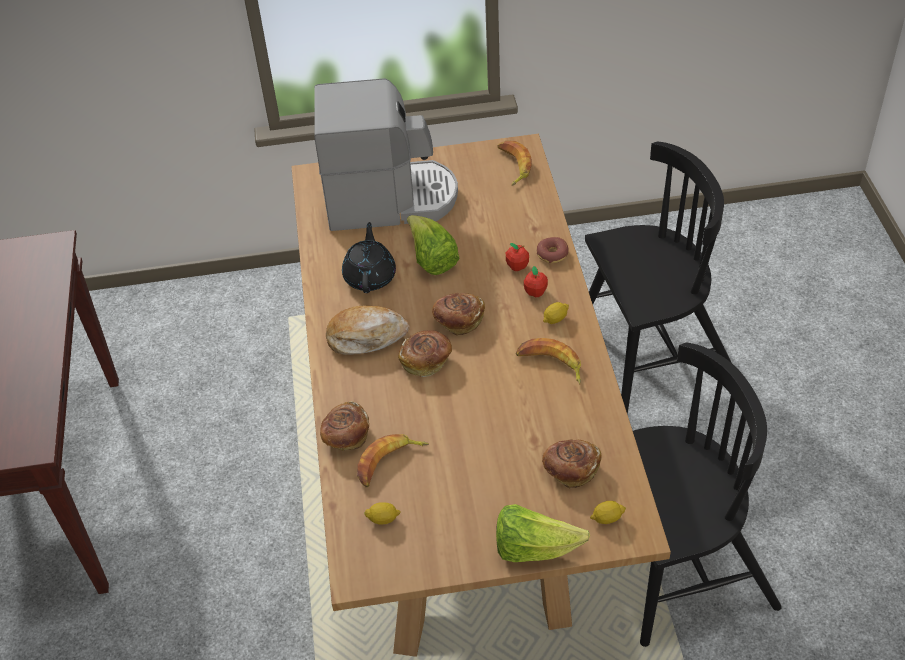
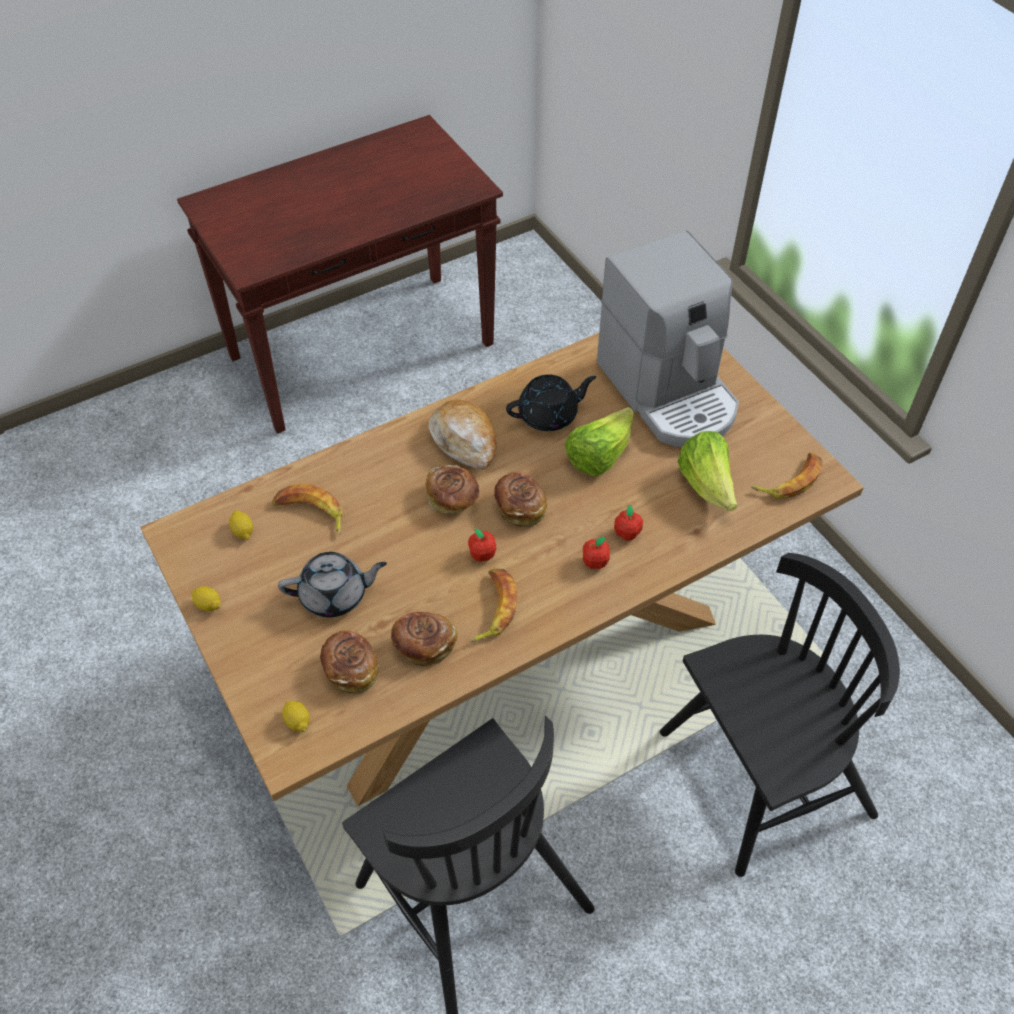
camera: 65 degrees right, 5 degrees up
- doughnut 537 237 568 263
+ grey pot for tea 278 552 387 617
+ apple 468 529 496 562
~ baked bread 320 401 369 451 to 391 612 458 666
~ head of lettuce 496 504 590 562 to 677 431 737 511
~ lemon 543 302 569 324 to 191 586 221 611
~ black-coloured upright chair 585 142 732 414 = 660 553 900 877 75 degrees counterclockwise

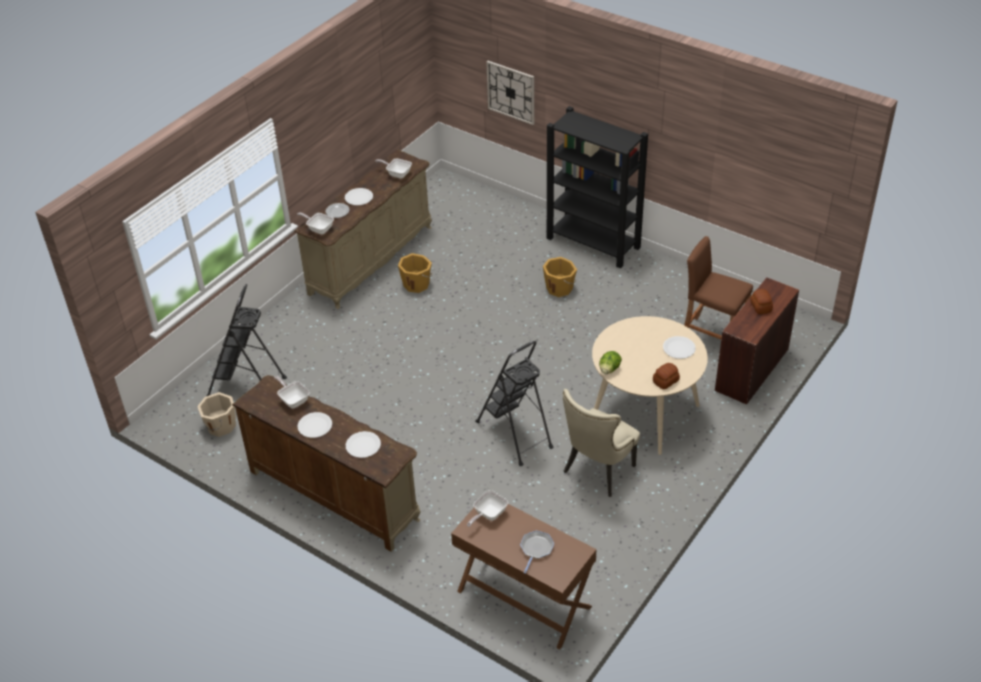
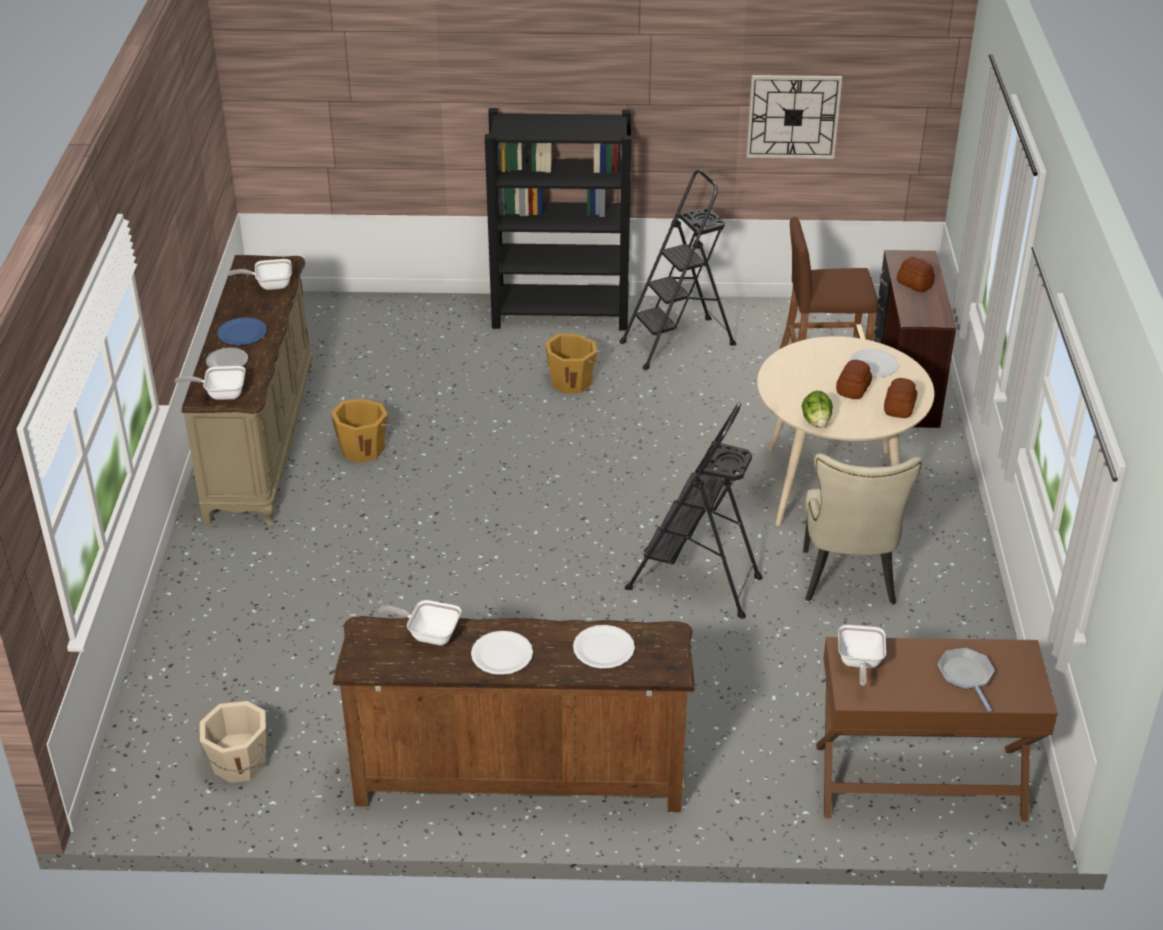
camera: 35 degrees left, 5 degrees down
+ baked bread 836 360 872 399
~ stepladder 206 284 287 396 to 619 170 736 370
~ clock on the wall 486 61 534 125 to 746 75 842 159
~ white-coloured flat dish 345 188 373 205 to blue flat dish 217 317 267 345

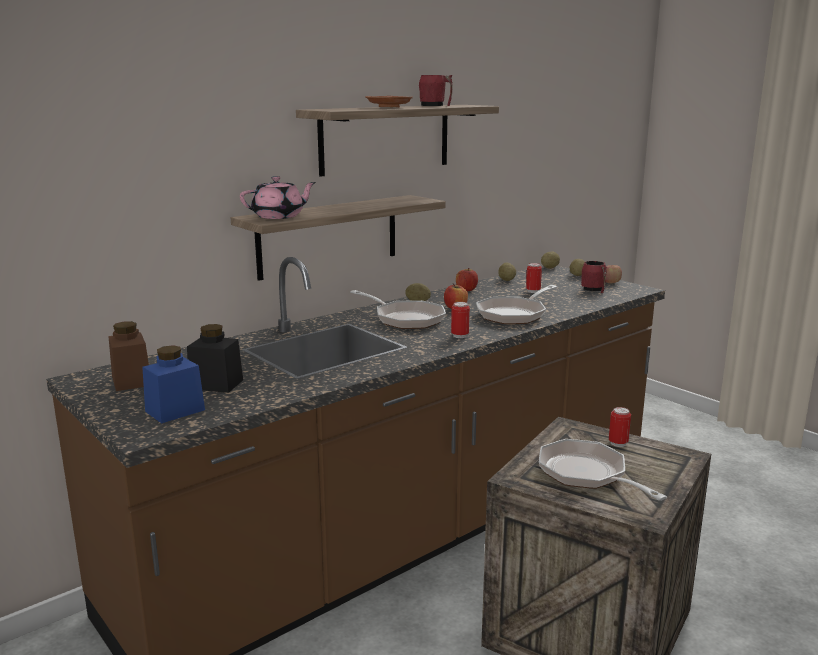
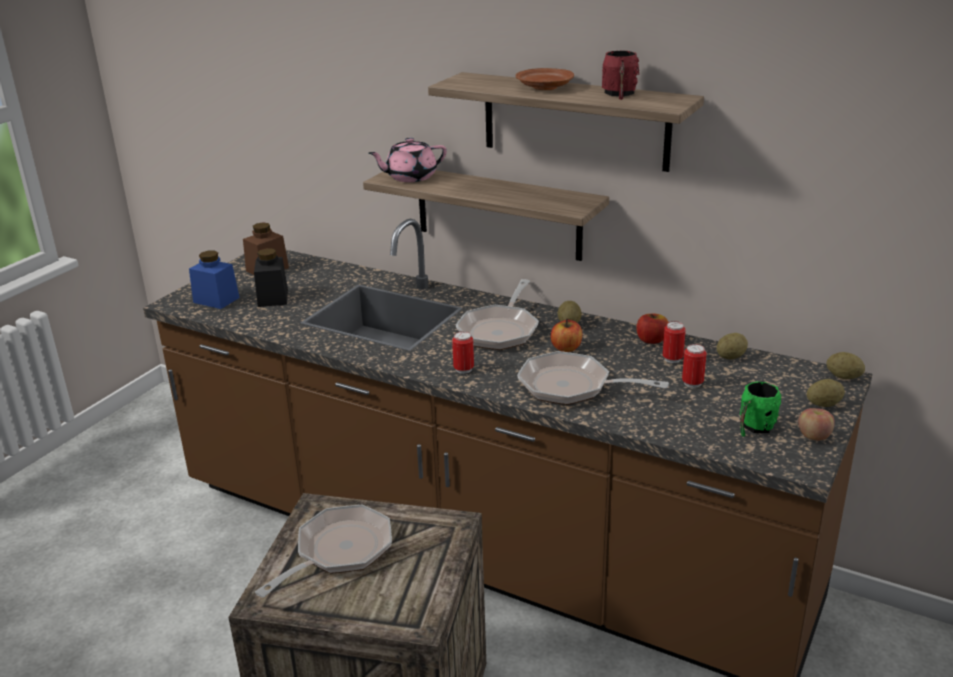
camera: 70 degrees right, 10 degrees up
~ sealed can 609 407 631 447 to 663 321 686 363
~ red mug 581 261 607 293 to green-coloured mug 740 382 781 437
~ pink pot for tea 240 176 316 219 = 368 138 447 182 120 degrees clockwise

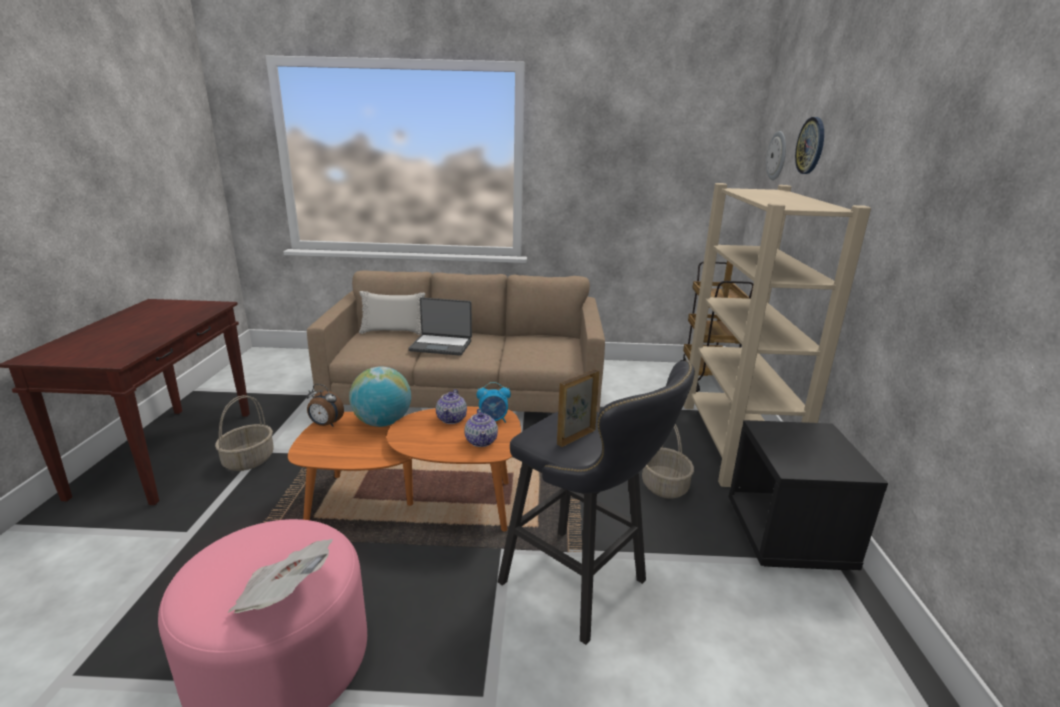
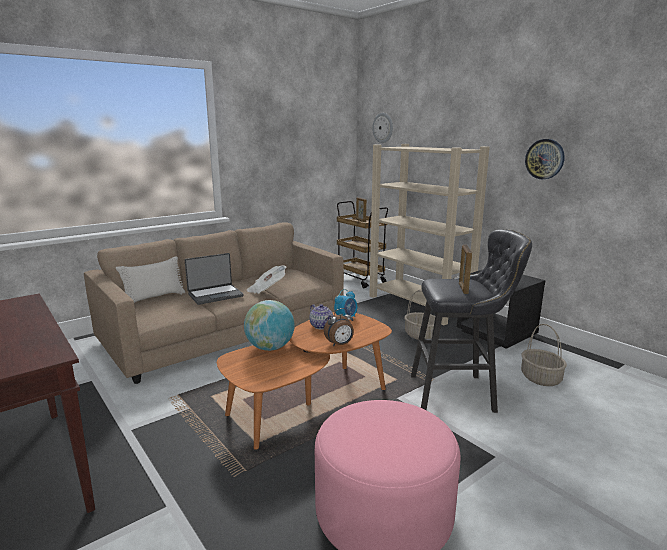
camera: 40 degrees left, 5 degrees down
- pot for tea 464 409 498 447
~ storage basket 215 395 274 471 to 521 324 567 386
~ newspaper 227 539 333 613 to 246 265 287 294
~ alarm clock 306 384 344 427 to 324 308 354 347
~ clock on the wall 795 117 824 174 to 525 139 565 179

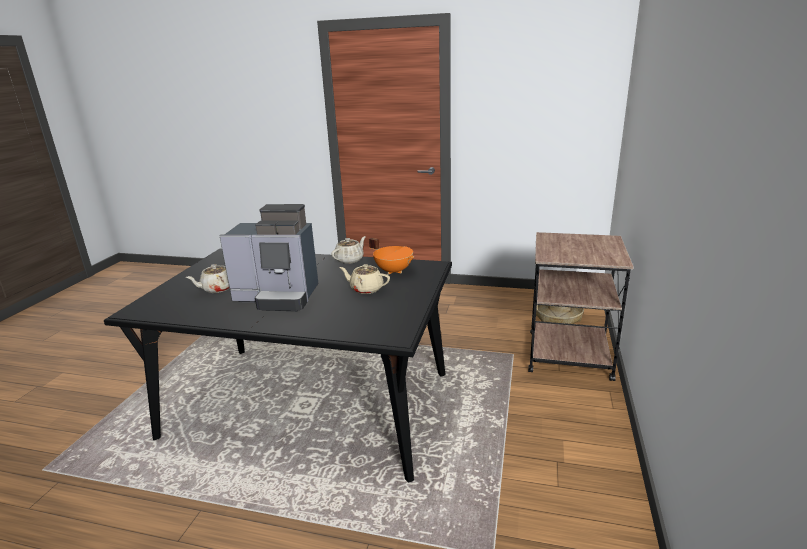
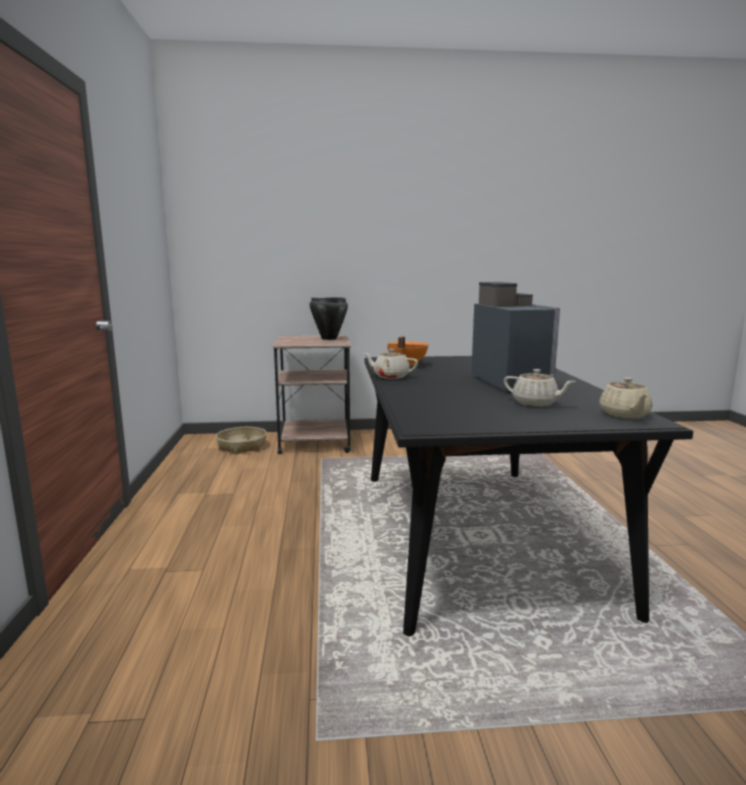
camera: 110 degrees left, 10 degrees down
+ black-coloured saucepot 310 297 348 340
~ sand-coloured pot for tea 339 264 390 294 to 599 377 652 419

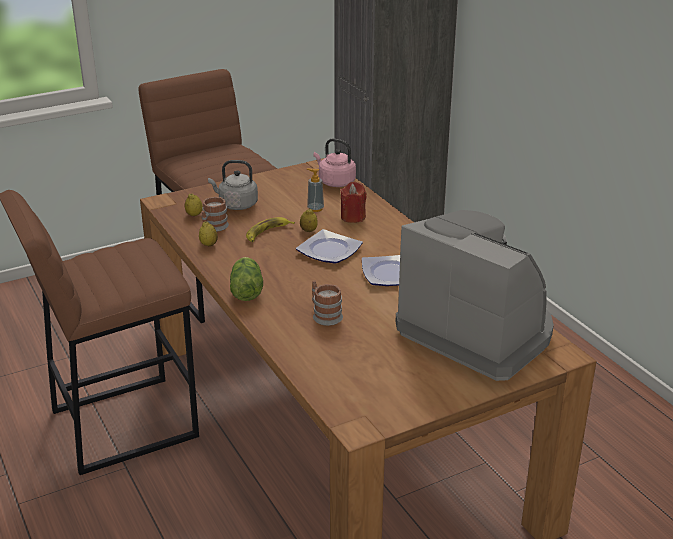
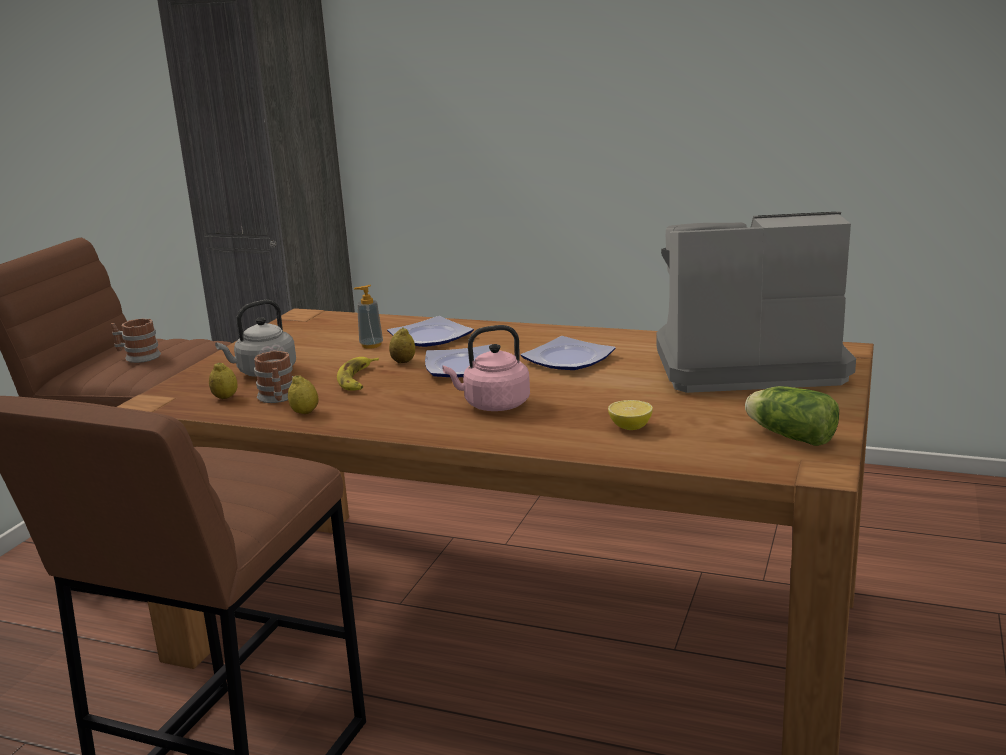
camera: 40 degrees left, 10 degrees down
+ lemon 608 400 653 430
~ head of lettuce 230 257 263 301 to 745 386 839 446
~ mug 312 280 343 326 to 111 318 161 363
~ pink kettle 313 138 356 187 to 442 325 530 411
~ red wax light 340 182 366 223 to flat dish 387 316 474 347

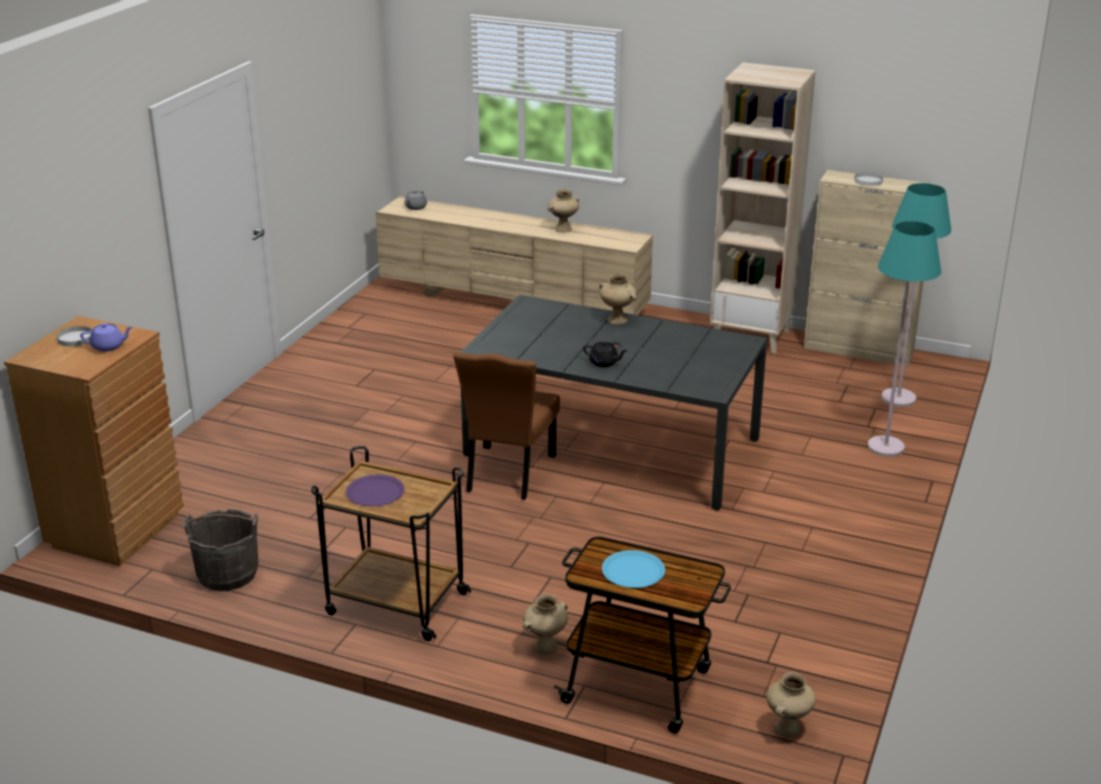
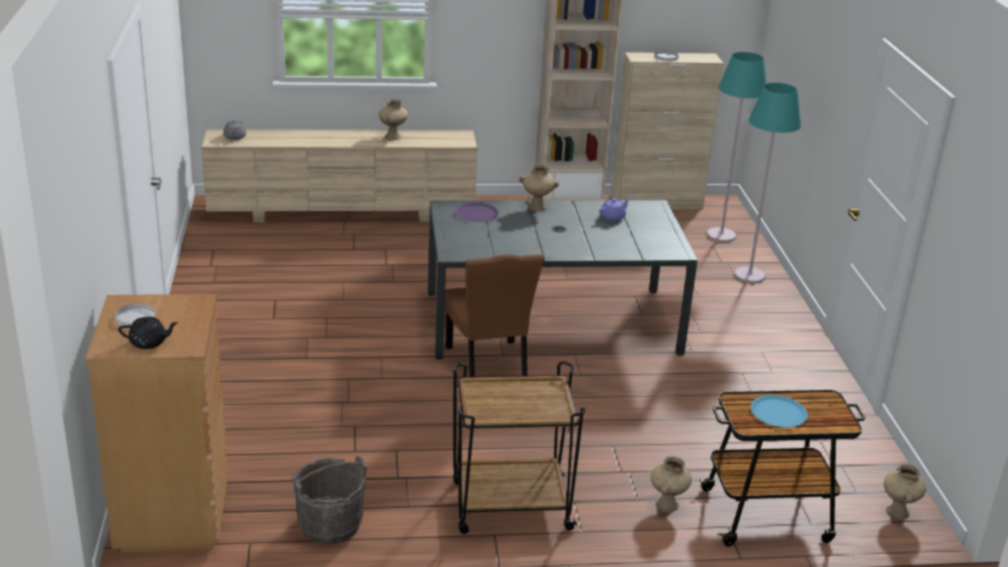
camera: 30 degrees left, 0 degrees up
~ purple-coloured pot for tea 80 323 133 351 to 599 198 630 221
~ purple-coloured flat dish 346 475 405 506 to 455 202 499 222
~ black-coloured pot for tea 583 342 627 367 to 118 317 178 349

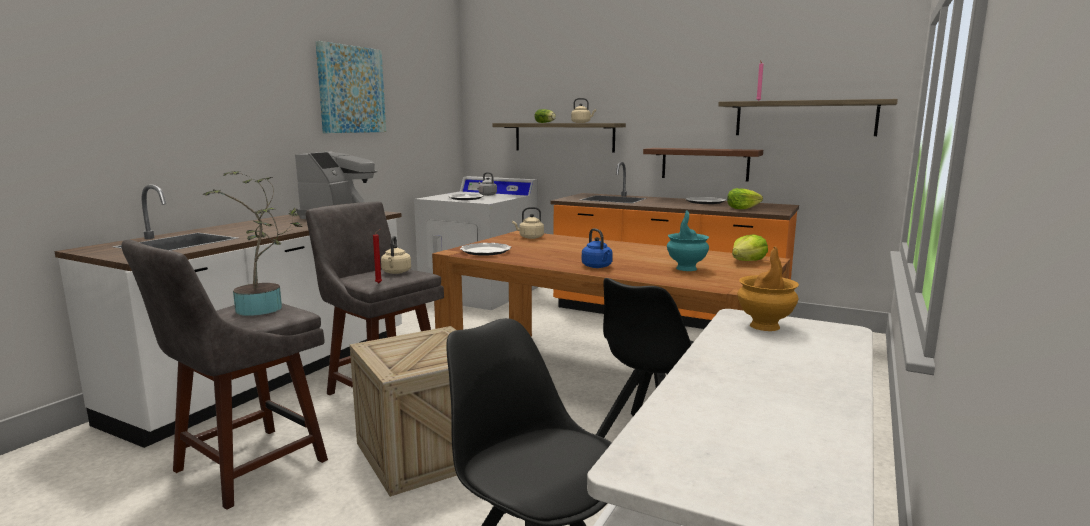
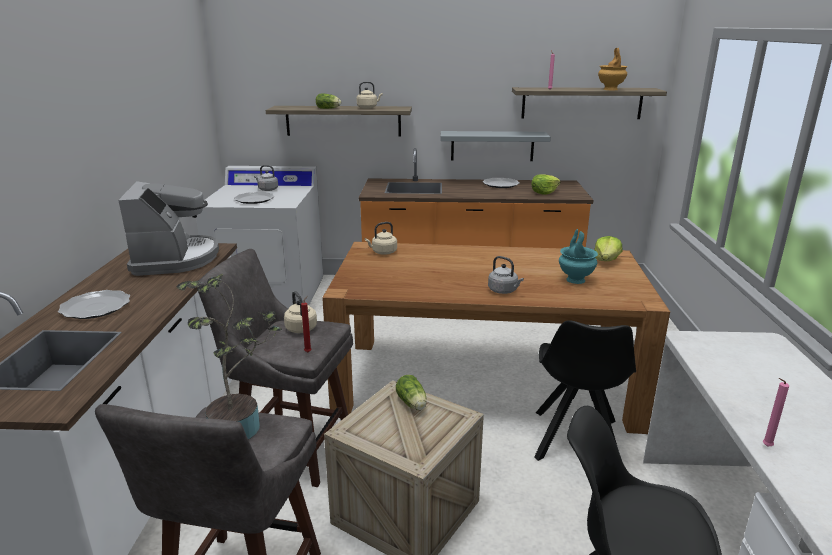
camera: 25 degrees left, 10 degrees up
- wall picture 316 41 386 133
+ head of lettuce 396 375 427 410
+ pink wax light 763 378 789 447
~ flat dish 460 243 511 256 to 58 290 130 319
~ brown flower vase 737 246 799 331 to 598 47 628 90
~ blue kettle 582 228 613 268 to grey kettle 488 256 524 294
~ brown shelf 643 148 763 182 to grey shelf 440 131 551 161

